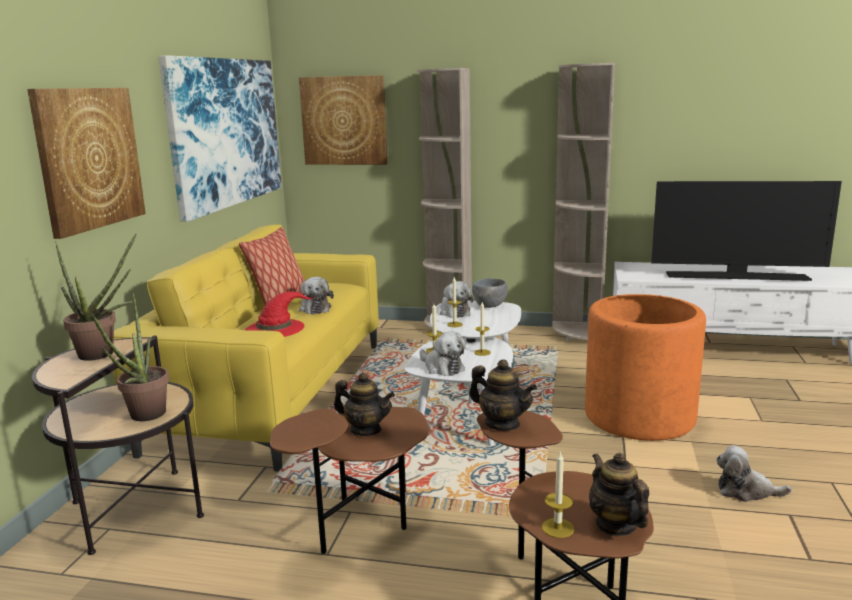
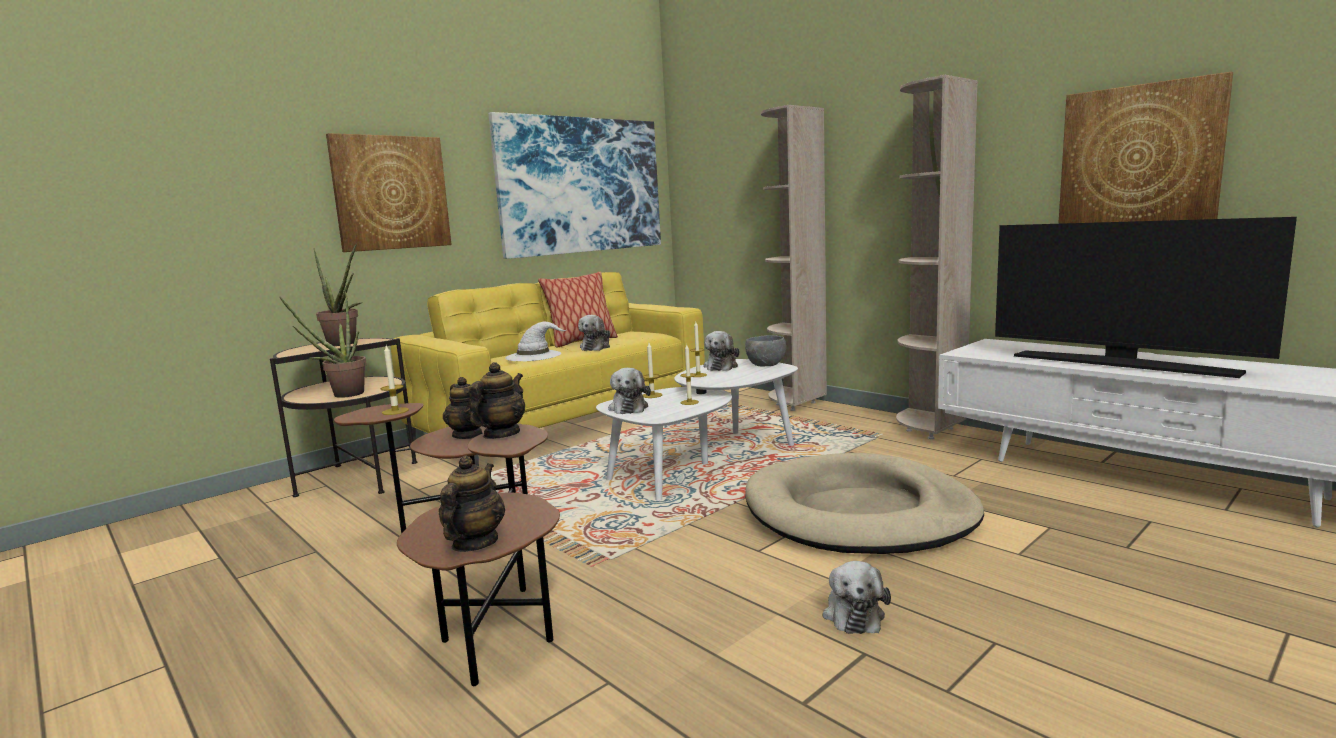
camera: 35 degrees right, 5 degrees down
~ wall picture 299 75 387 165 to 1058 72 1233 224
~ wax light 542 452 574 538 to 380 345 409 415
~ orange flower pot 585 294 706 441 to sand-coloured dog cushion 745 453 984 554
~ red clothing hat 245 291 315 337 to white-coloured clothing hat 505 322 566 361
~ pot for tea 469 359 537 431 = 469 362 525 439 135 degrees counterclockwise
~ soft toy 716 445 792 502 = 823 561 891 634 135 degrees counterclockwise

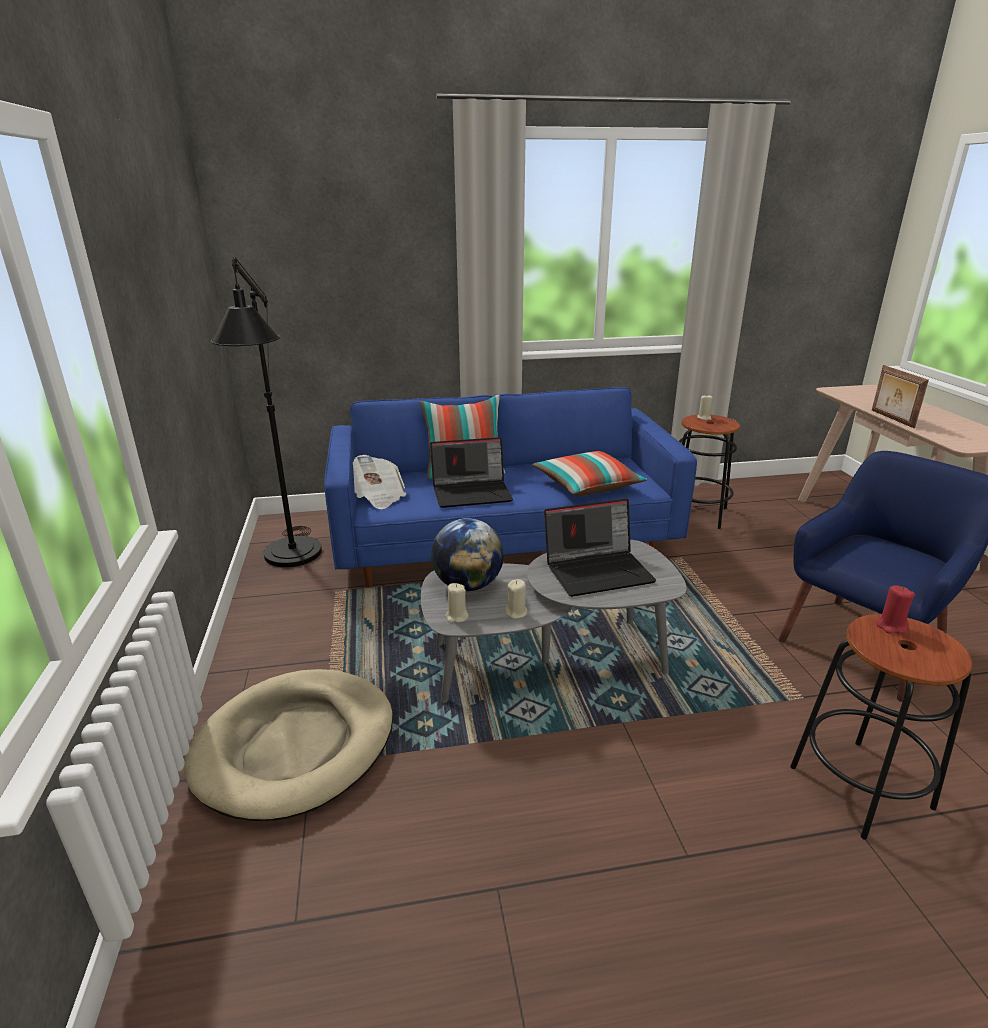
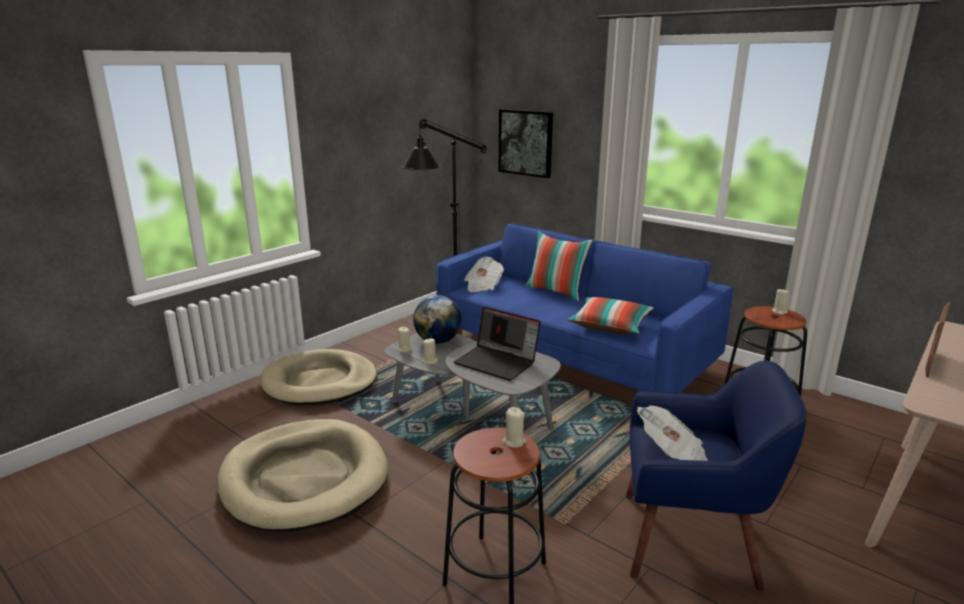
camera: 50 degrees right, 5 degrees down
- portable computer 430 437 513 508
+ sand-coloured dog cushion 217 419 388 532
+ wall picture 499 109 553 178
+ newspaper 637 406 708 461
~ red wax light 877 585 915 634 to sand-coloured wax light 502 407 526 448

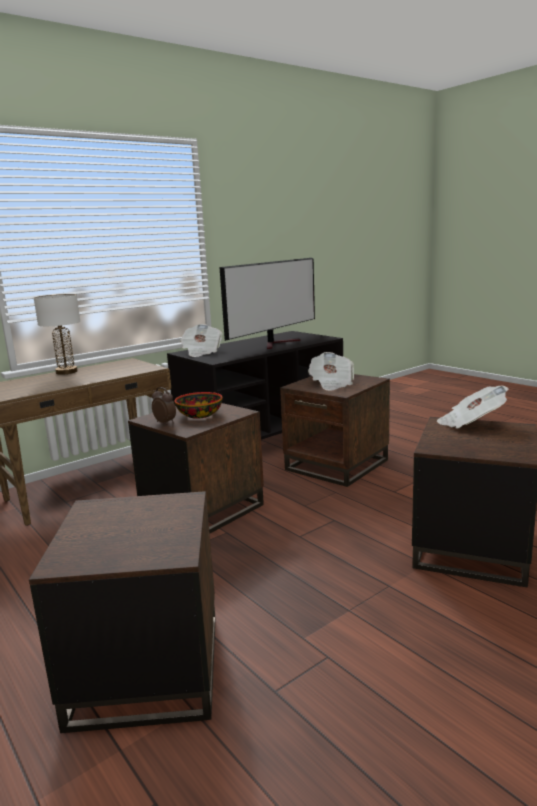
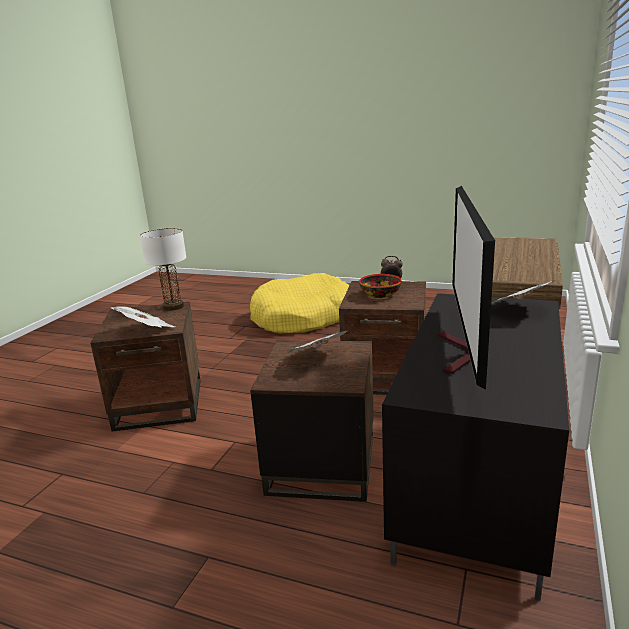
camera: 150 degrees right, 5 degrees up
~ tabletop lamp 34 294 80 375 to 140 228 186 311
~ brown end table 29 491 215 733 to yellow dog cushion 250 273 350 334

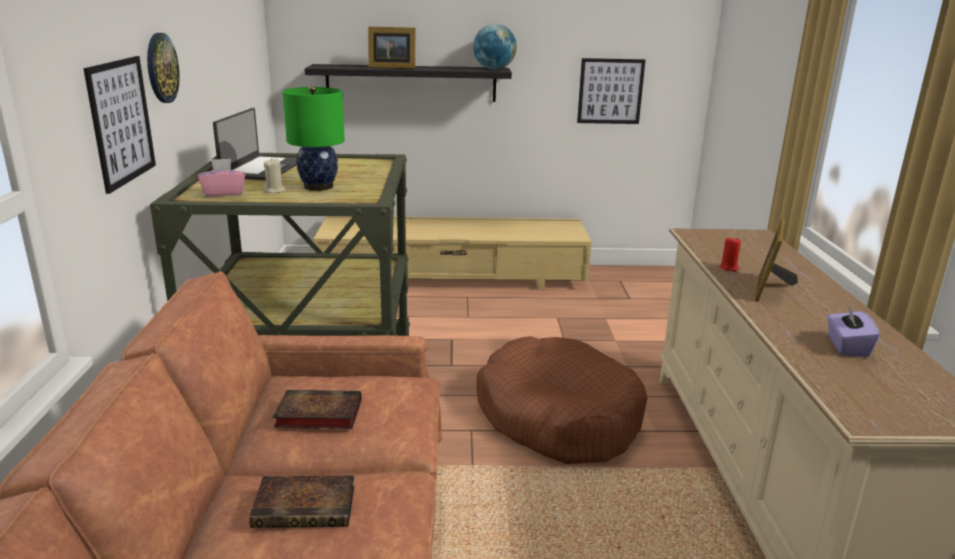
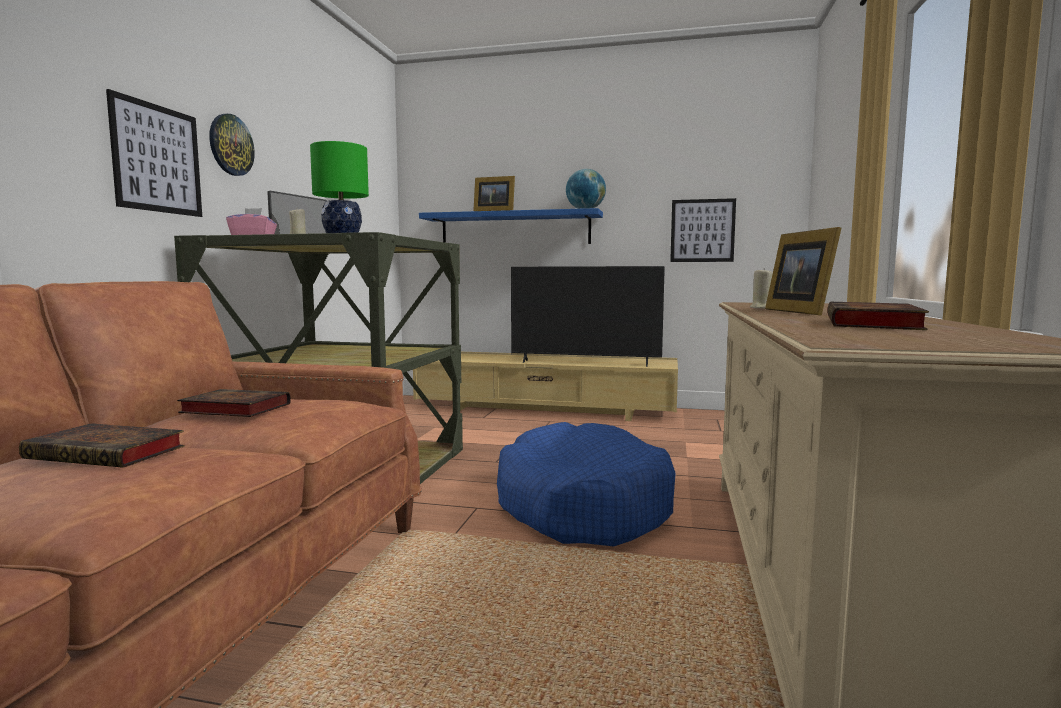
camera: 15 degrees right, 15 degrees down
+ television 511 266 665 367
~ purple-coloured box of tissues 827 305 880 357 to book 827 302 929 330
~ black-coloured shelf 305 64 512 102 to blue shelf 419 208 603 244
~ brown dog cushion 476 336 647 464 to blue dog cushion 497 422 676 547
~ red wax light 719 237 741 272 to sand-coloured wax light 750 268 773 309
~ standing frame 755 219 798 302 = 765 227 841 315 45 degrees counterclockwise

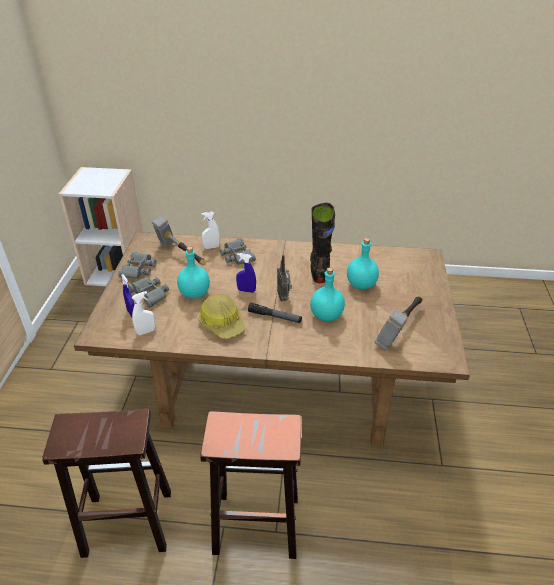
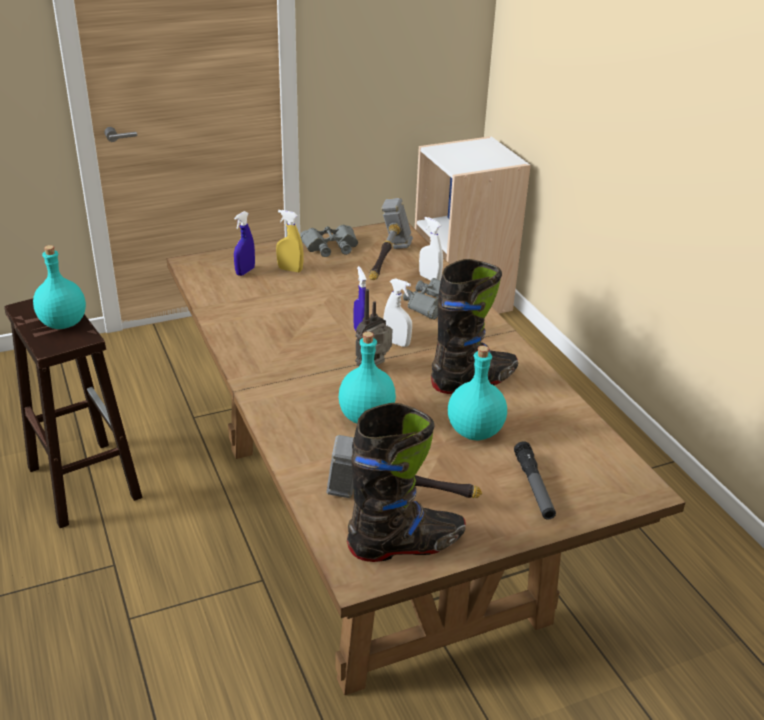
camera: 60 degrees right, 5 degrees down
- work helmet 198 294 245 339
- brown stool 200 411 301 559
+ black-coloured tall boot 347 403 466 562
~ white-coloured sprayer 132 291 156 335 to 383 278 412 347
~ turquoise-coloured beverage bottle 177 246 210 299 to 33 245 86 329
~ flashlight 248 303 302 323 to 514 441 556 520
~ grey pair of binoculars 128 276 169 308 to yellow sprayer 276 210 304 272

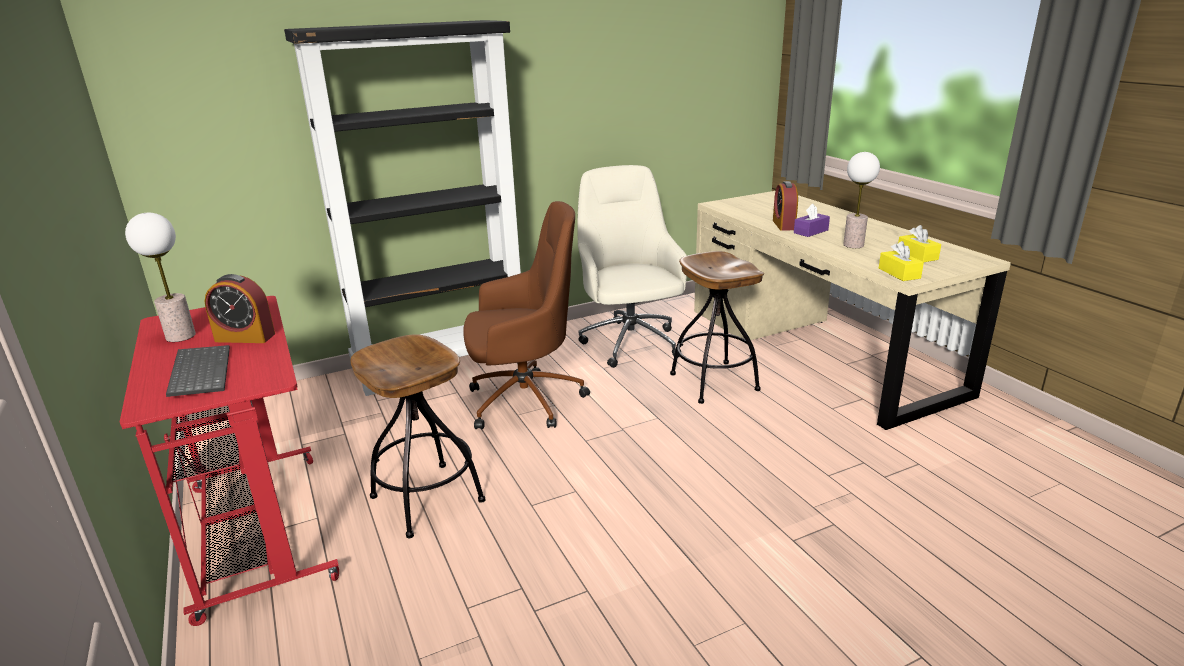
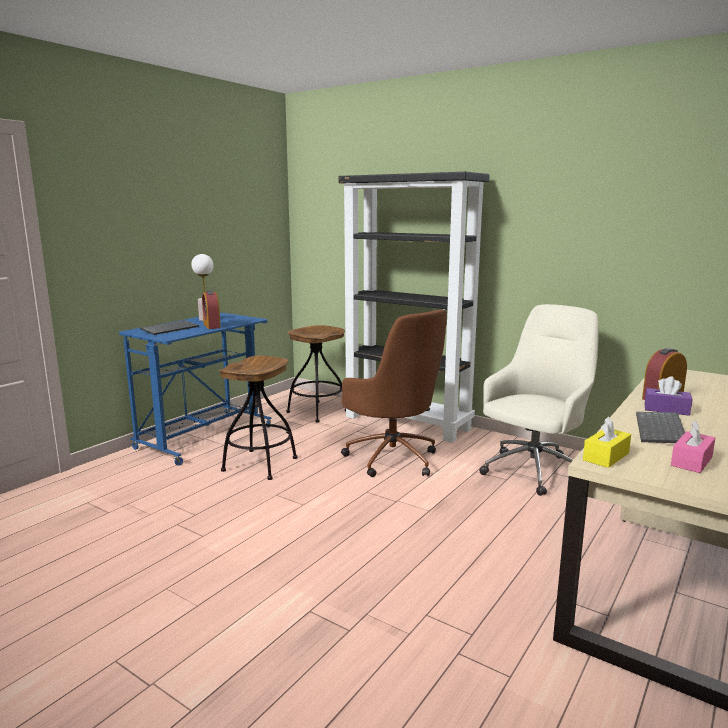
camera: 60 degrees right, 10 degrees down
~ brown stool 670 251 764 404 to 286 325 346 422
~ tabletop lamp 843 152 880 248 to keyboard 636 412 685 443
~ red desk table 120 296 339 626 to blue desk table 119 313 271 465
~ yellow box of tissues 898 225 941 262 to pink box of tissues 671 420 715 473

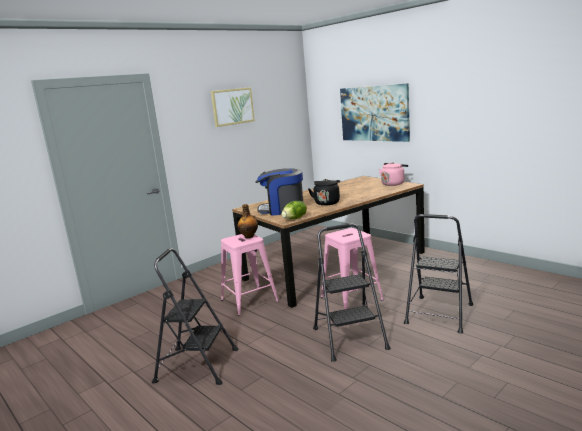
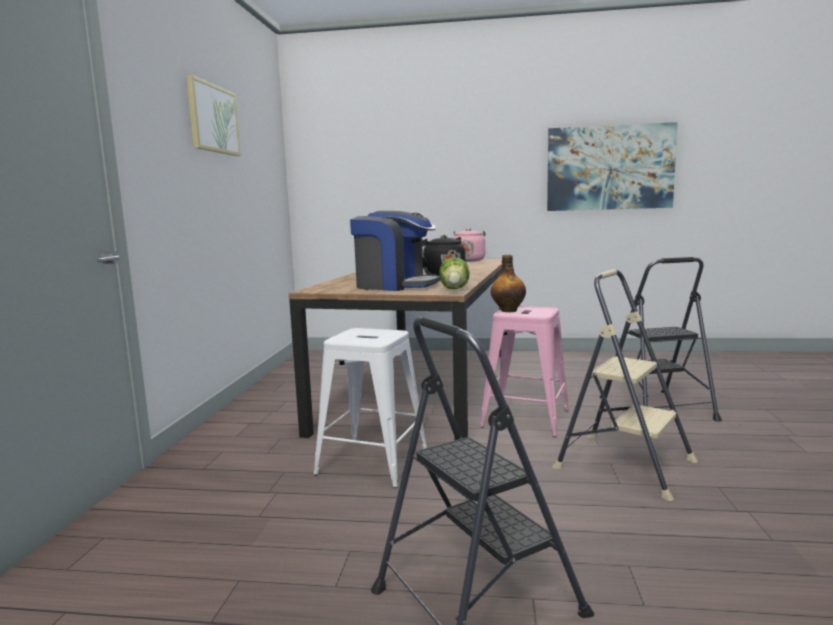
camera: 40 degrees left, 5 degrees down
~ beverage bottle 237 204 258 238 to 491 255 526 312
~ wall picture 340 83 410 142 to 547 122 678 211
~ pink stool 221 234 279 315 to white-coloured stool 313 328 427 488
~ black-coloured stepladder 313 224 391 362 to sand-coloured stepladder 552 269 698 501
~ coffee machine 255 168 303 215 = 350 211 440 291 120 degrees counterclockwise

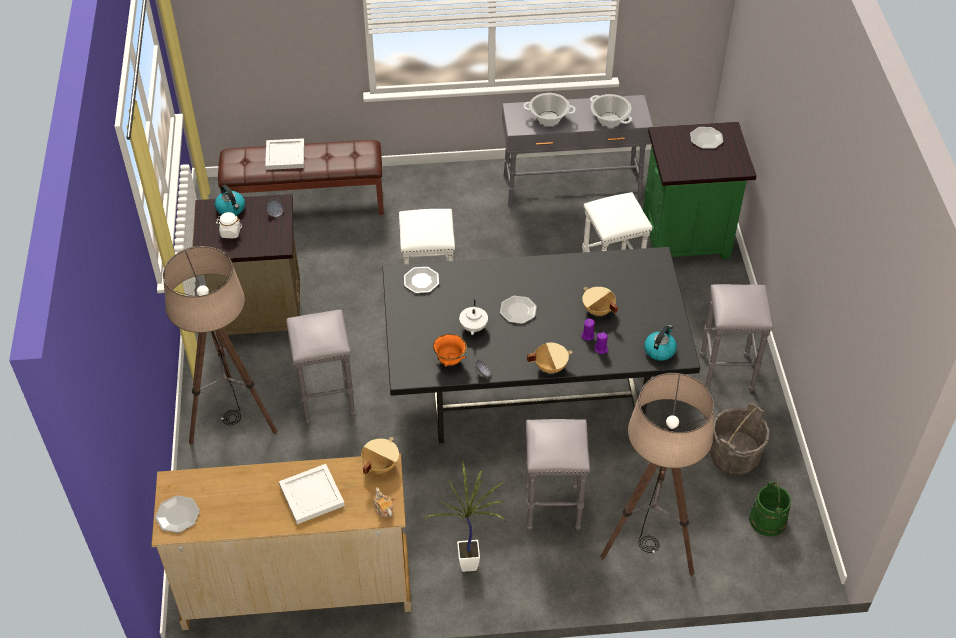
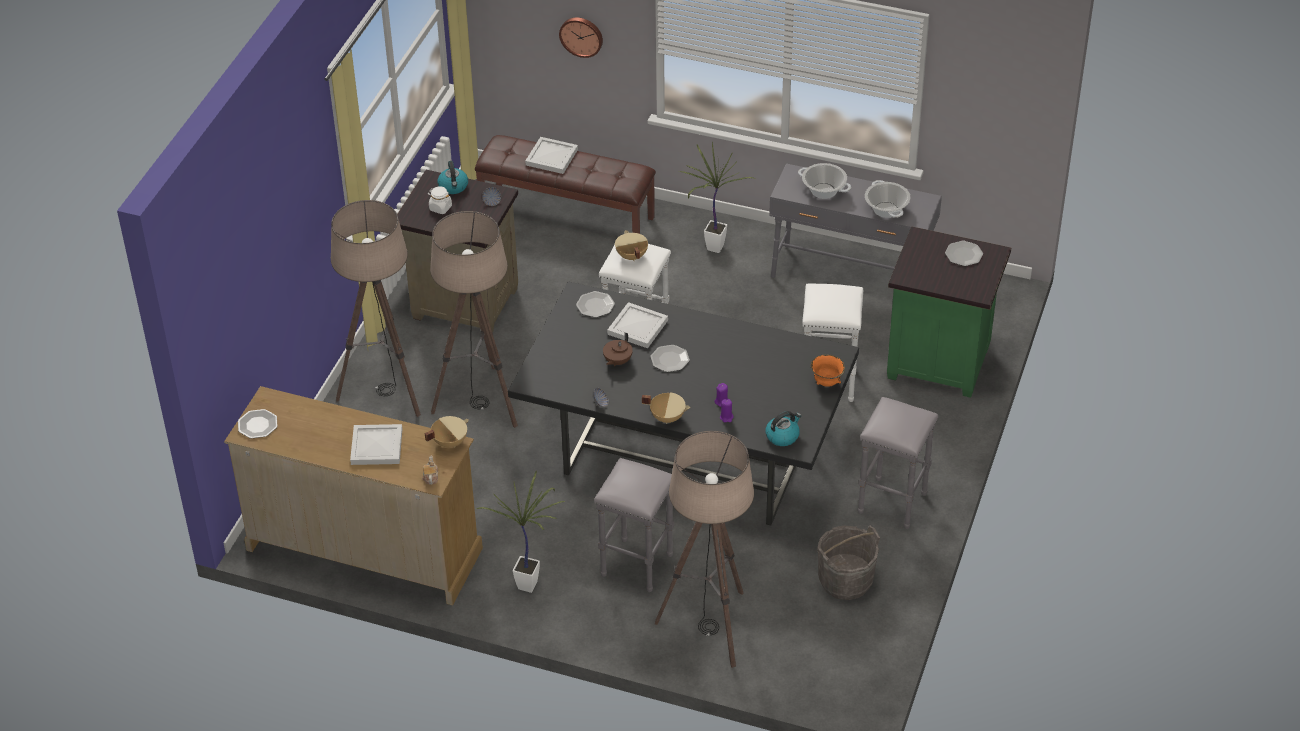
camera: 25 degrees right, 5 degrees down
- green-coloured pail 749 480 791 536
+ clock on the wall 559 17 603 58
+ white-coloured tray 607 302 668 348
+ plant in a pot 679 142 756 253
~ orange serving bowl 433 334 467 367 to 811 354 845 387
~ sand-coloured saucepot 582 287 618 316 to 615 230 648 261
~ grey stool 286 310 356 424 to standard lamp 430 211 518 428
~ white-coloured pot for tea 459 299 488 335 to brown pot for tea 603 332 633 366

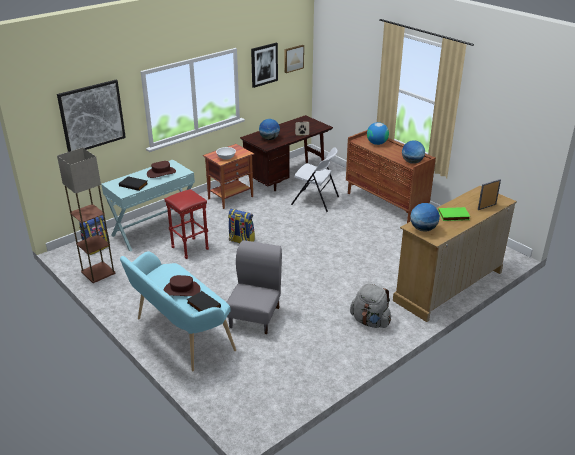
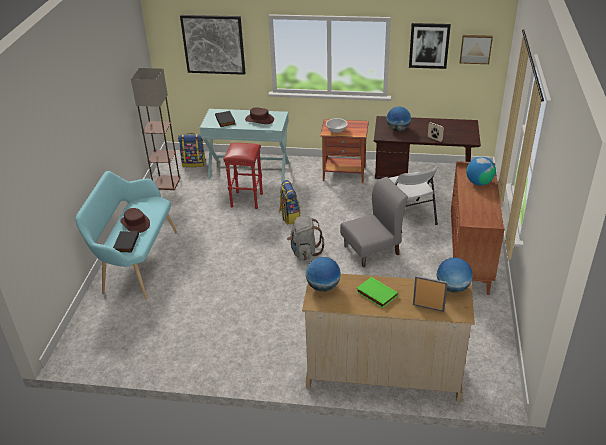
camera: 50 degrees right, 5 degrees up
~ grey upright chair 226 240 282 334 to 340 177 408 267
~ grey knapsack 350 284 391 328 to 287 216 324 261
~ world globe 402 140 425 164 to 437 258 473 293

